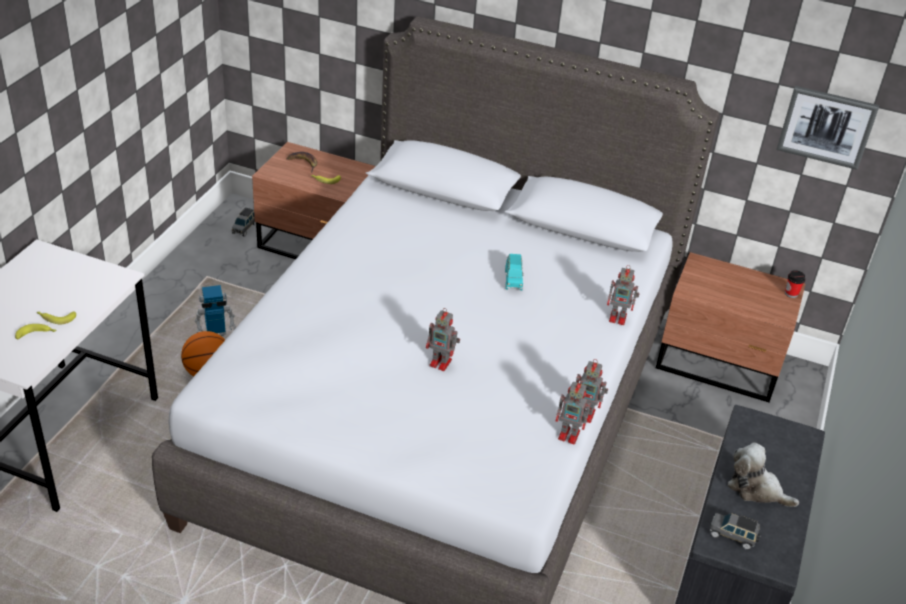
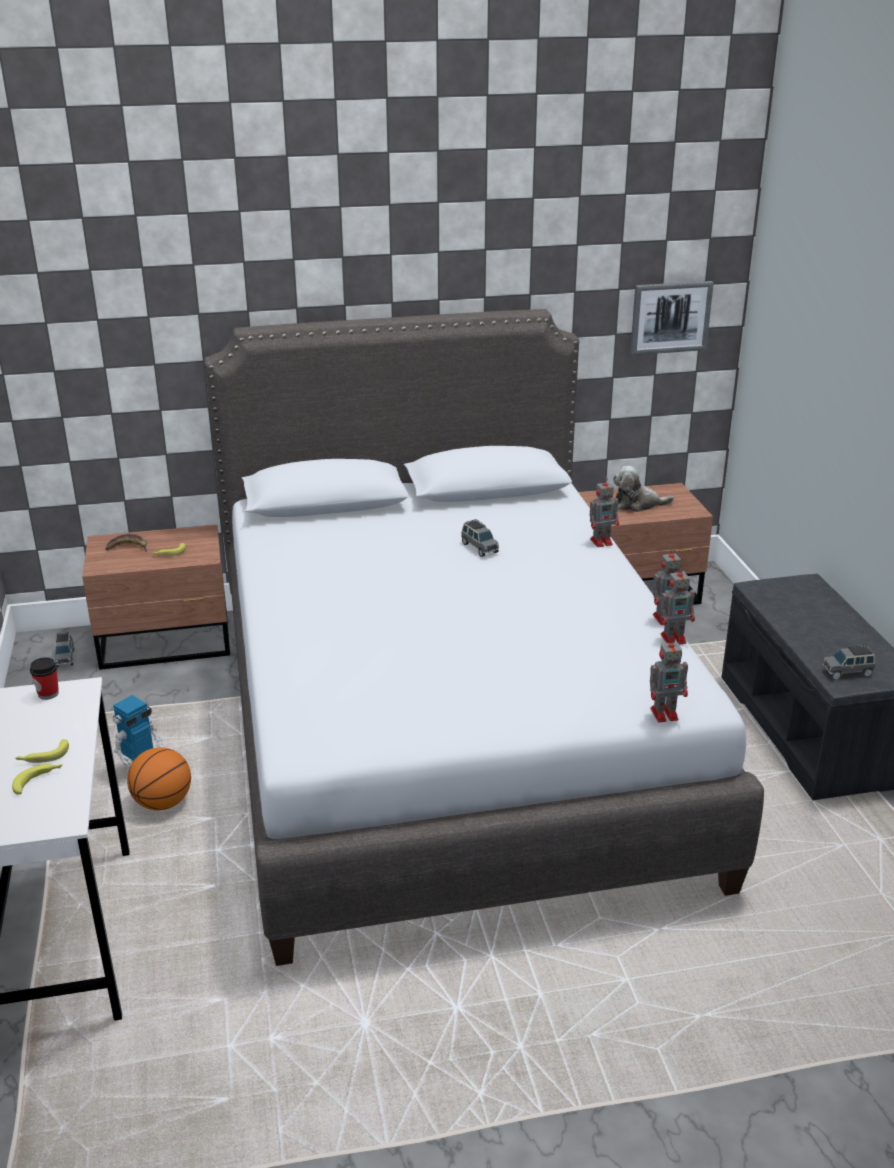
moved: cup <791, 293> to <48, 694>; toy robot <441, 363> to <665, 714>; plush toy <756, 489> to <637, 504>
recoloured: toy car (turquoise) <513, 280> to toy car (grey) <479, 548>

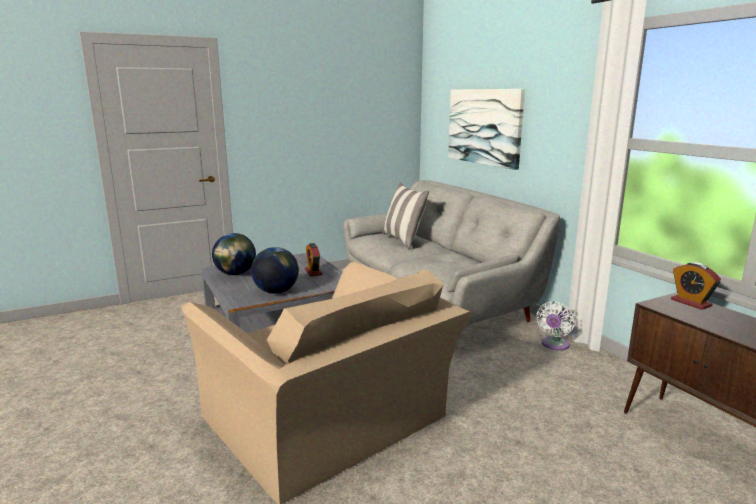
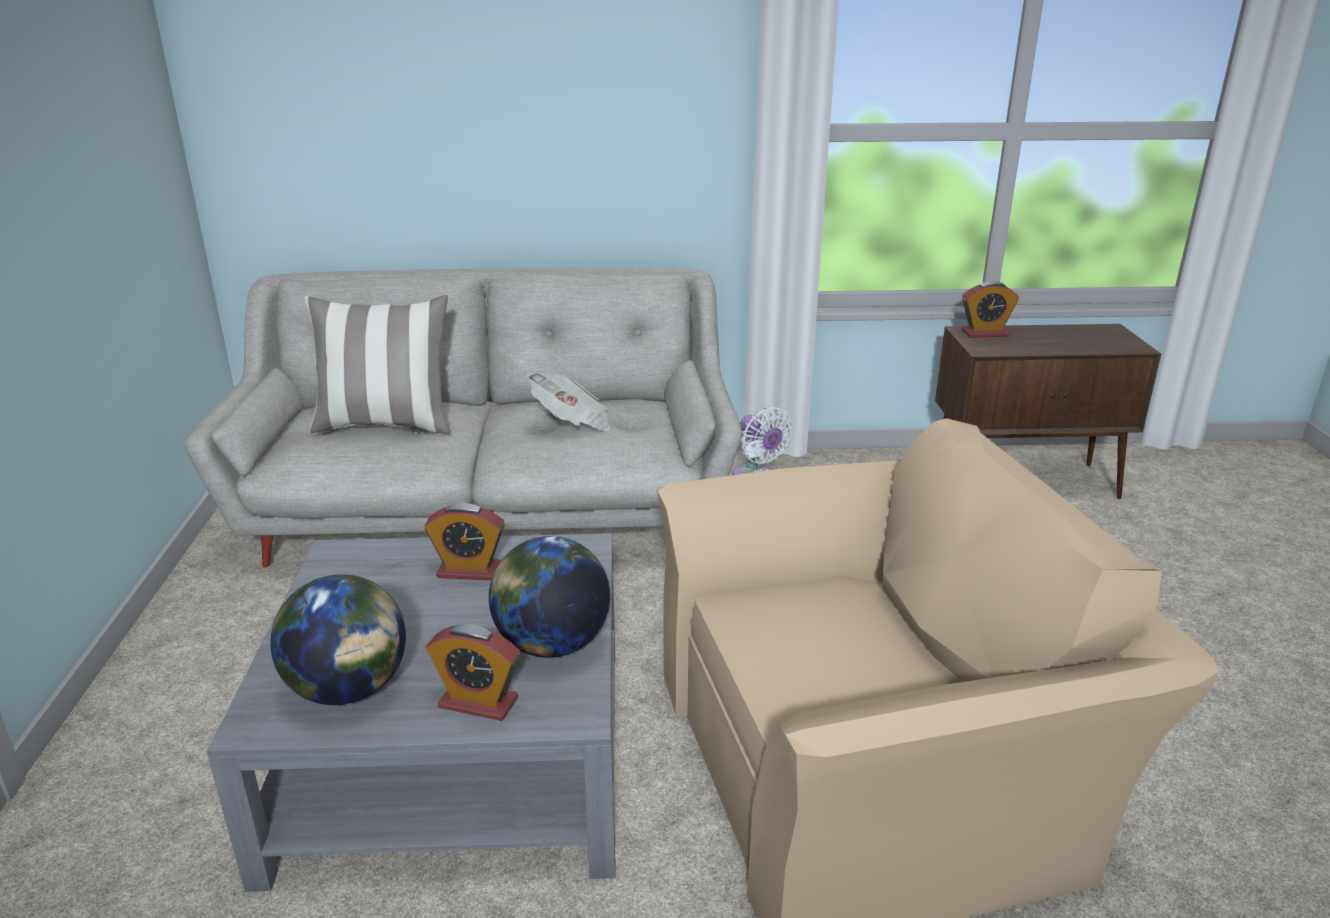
removed: picture <484, 126>
added: newspaper <572, 422>; alarm clock <478, 702>

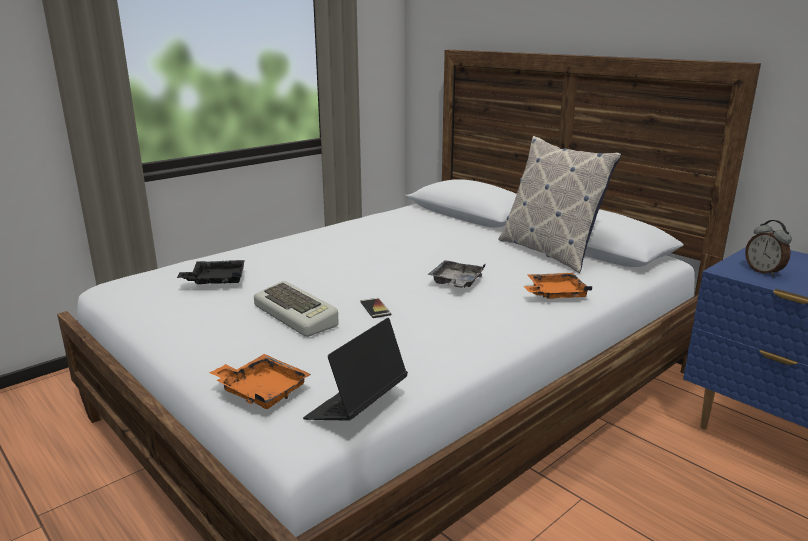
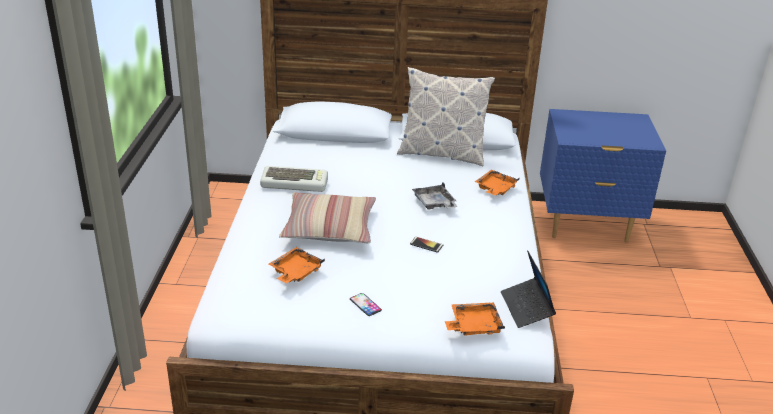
removed: alarm clock <764, 272>
added: pillow <329, 228>; phone <365, 304>
moved: keyboard <298, 315> to <295, 183>
recoloured: tray (black) <216, 280> to tray (orange) <295, 272>

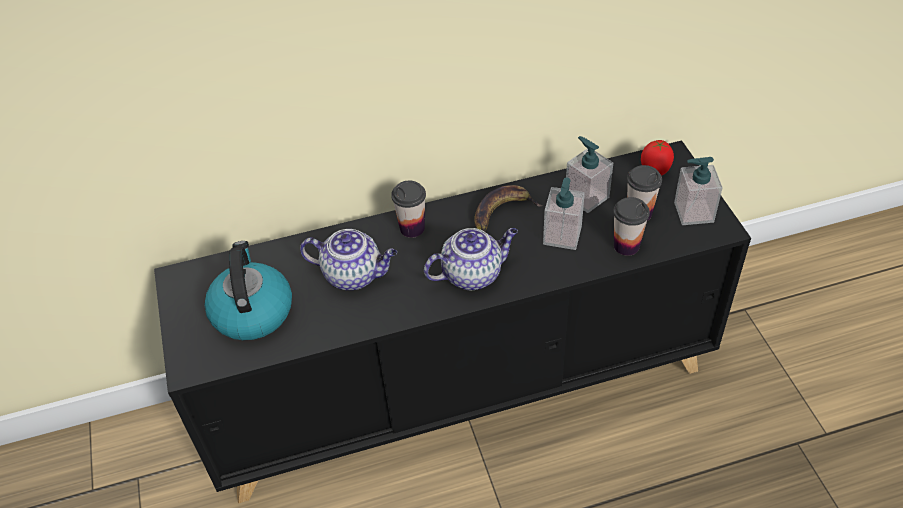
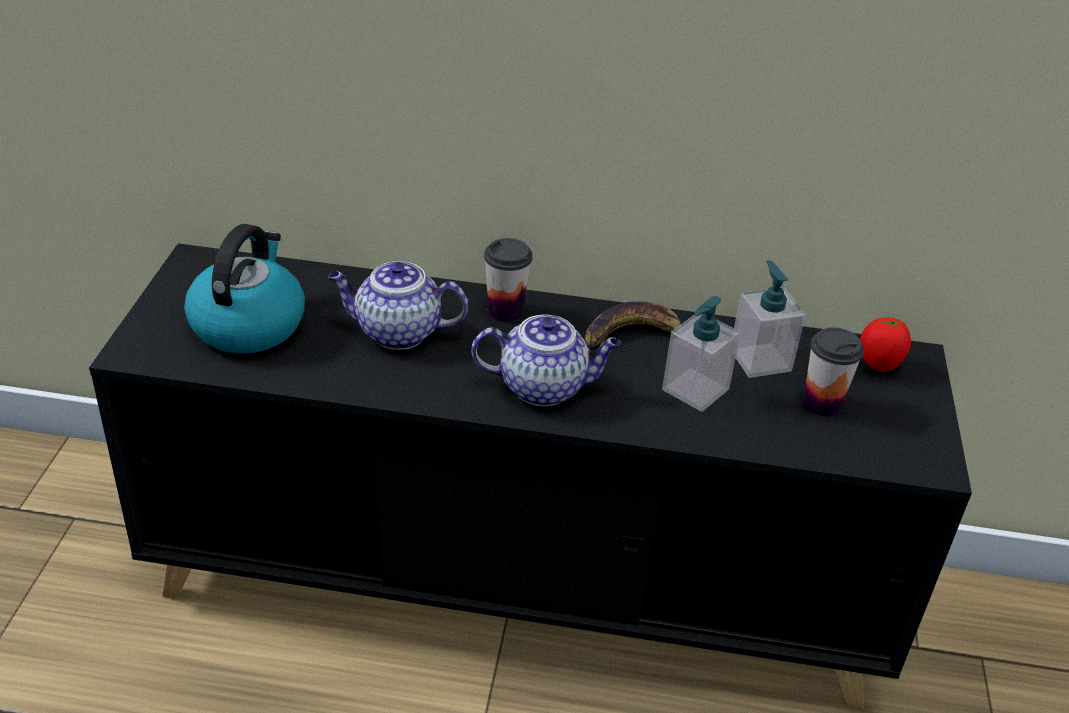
removed: soap dispenser <693, 212>; cup <626, 246>
turned: teapot <354, 275> = <396, 333> 150 degrees clockwise

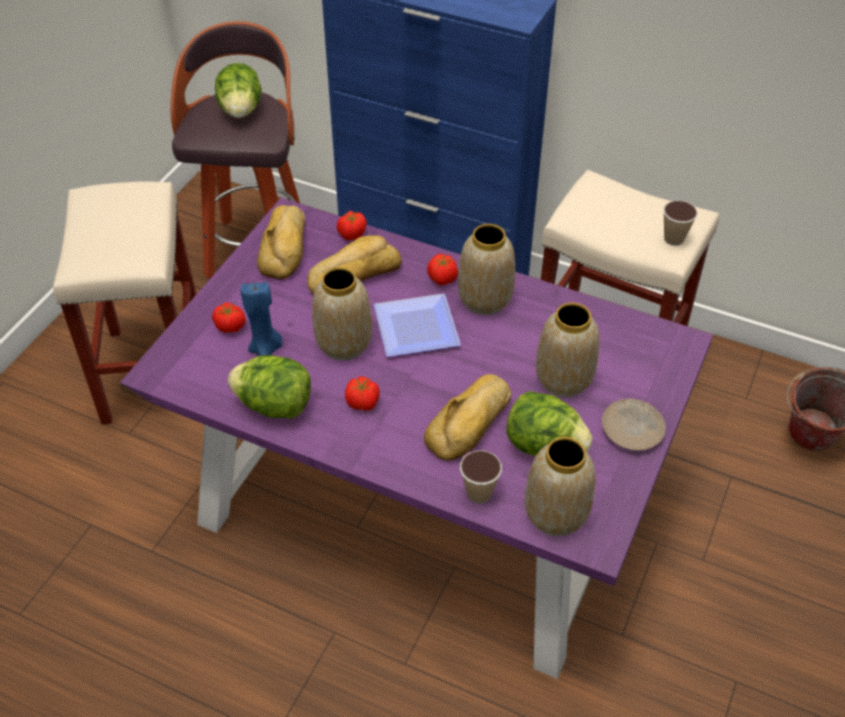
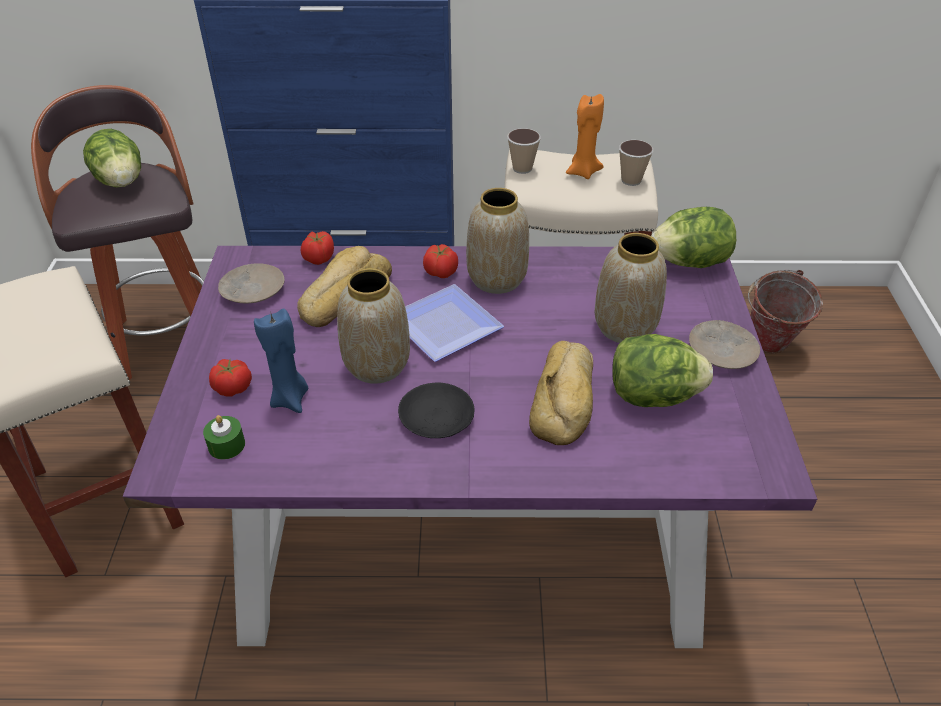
removed: vase <556, 514>
added: candle (orange) <583, 172>; candle (green) <226, 445>
moved: lettuce <274, 405> to <689, 262>; cup <479, 493> to <522, 168>
replaced: bread <286, 247> to plate (beige) <252, 290>; tomato <363, 403> to plate (black) <437, 418>

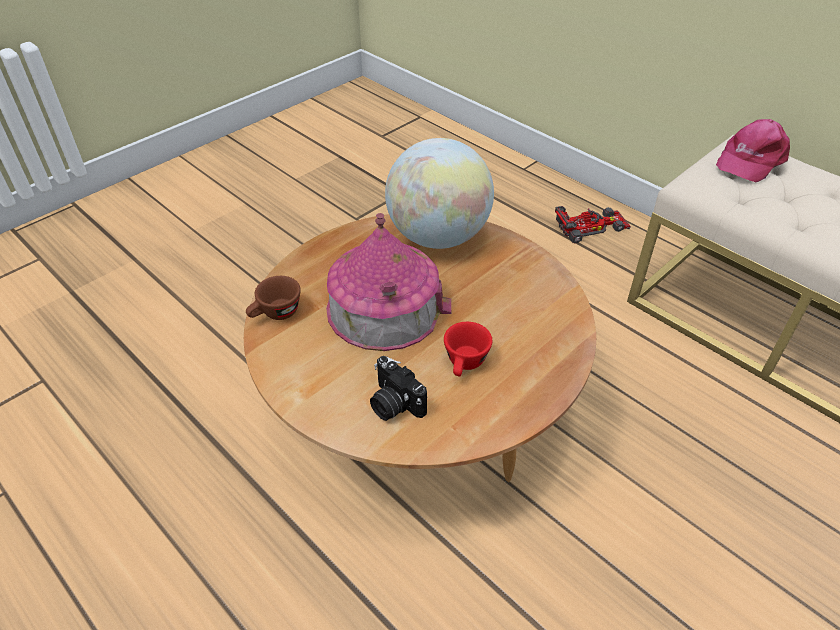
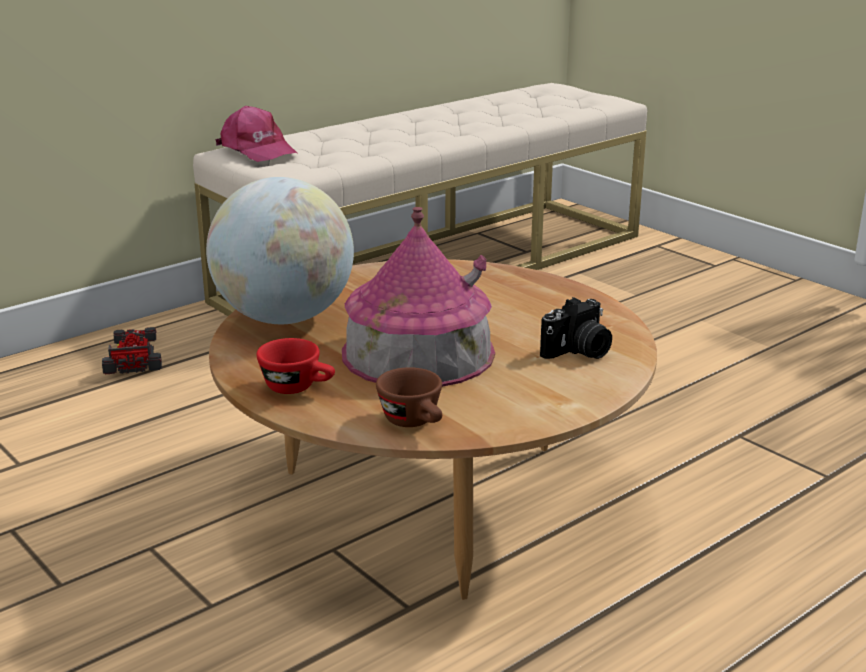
moved: cup (red) <465, 364> to <298, 388>

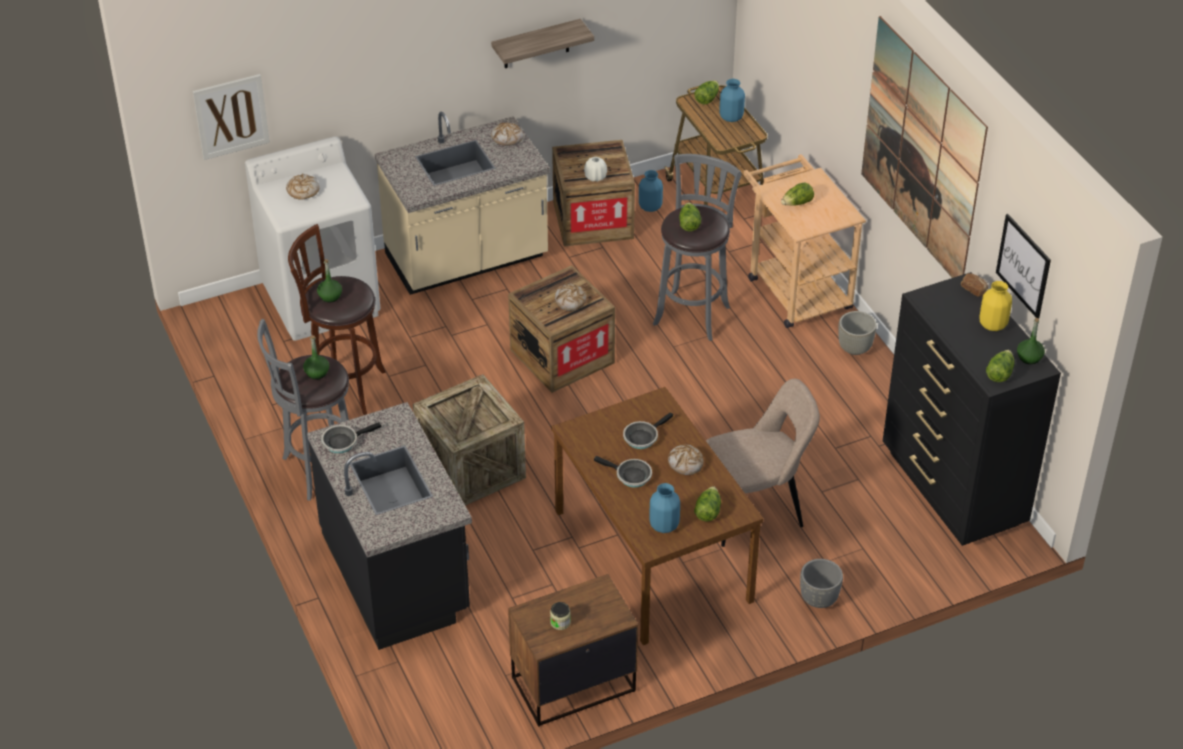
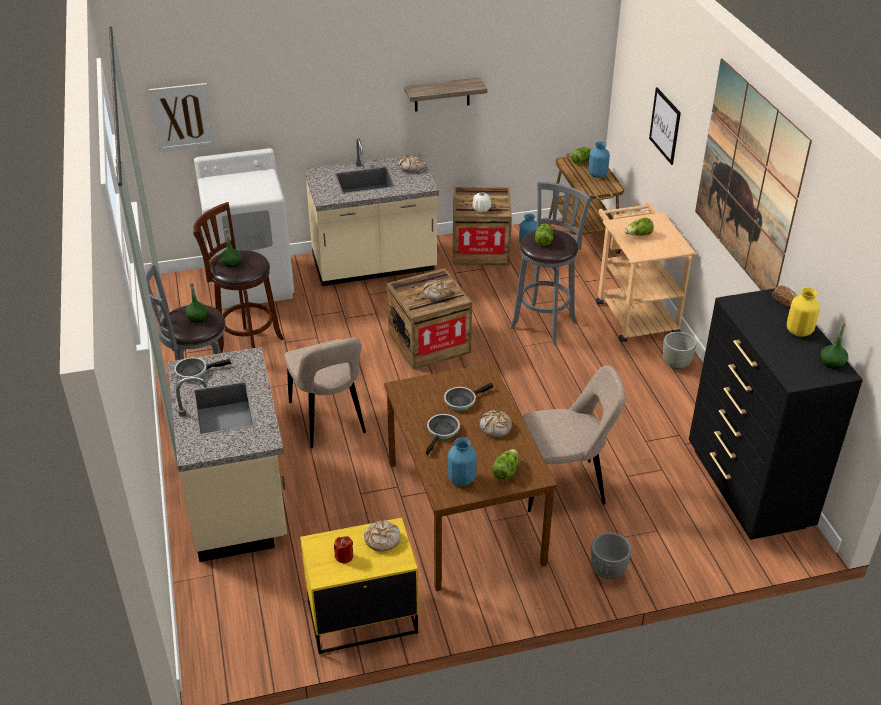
removed: lettuce <999, 373>
moved: bread <302, 191> to <382, 539>; picture <1023, 266> to <665, 125>
replaced: crate <471, 469> to chair (beige) <328, 420>; jar <560, 622> to candle (red) <344, 556>
recoloured: counter (black) <397, 574> to counter (beige) <238, 499>; nightstand (brown) <572, 684> to nightstand (yellow) <361, 618>
turned: frying pan <630, 476> = <442, 432> 105 degrees counterclockwise

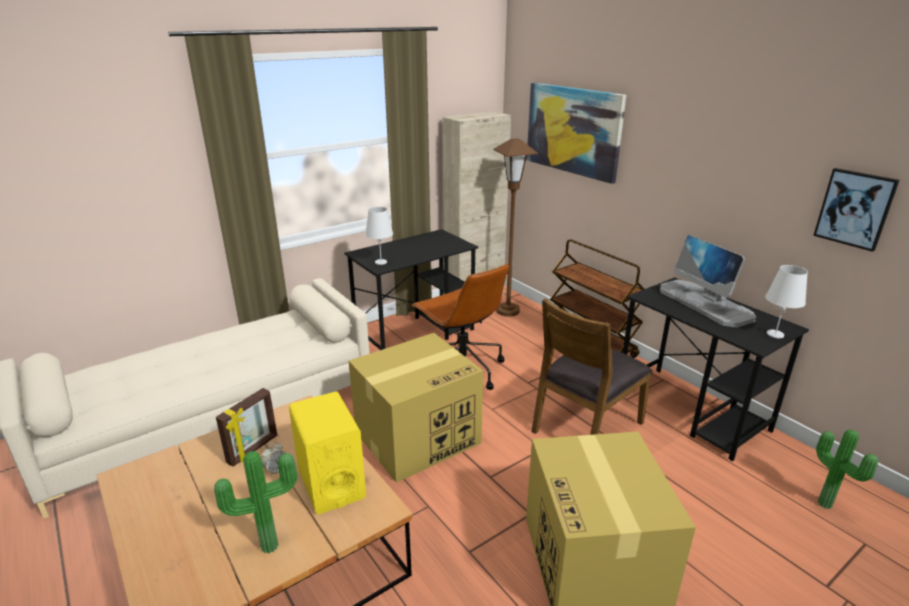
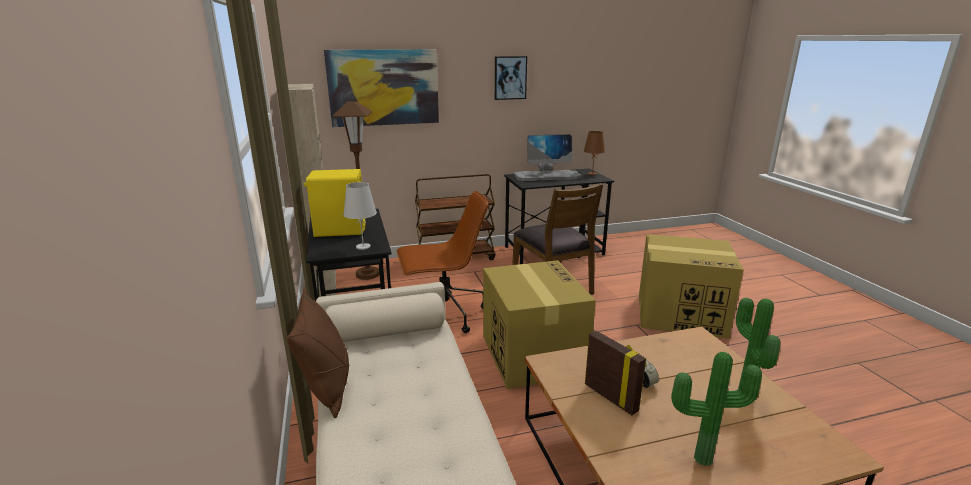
added: pillow (brown) <328, 388>
moved: picture <855, 208> to <510, 78>; speaker (yellow) <331, 483> to <340, 230>; potted plant <826, 503> to <701, 456>
recoloured: table lamp (white) <775, 334> to table lamp (brown) <592, 174>

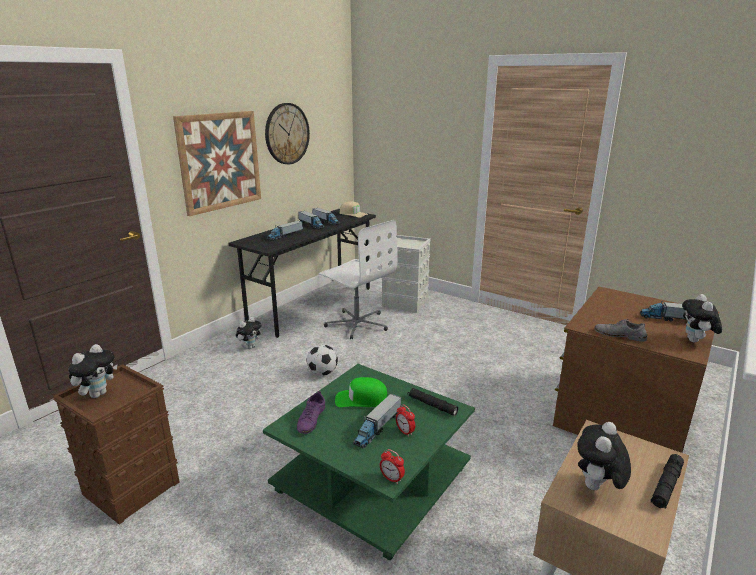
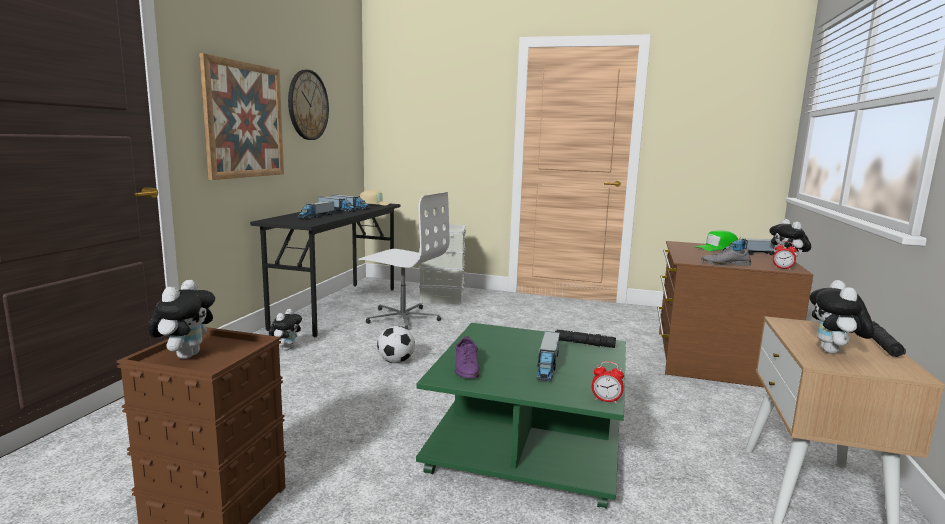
moved: cap (green) <361, 399> to <717, 248>; alarm clock <405, 432> to <782, 268>

